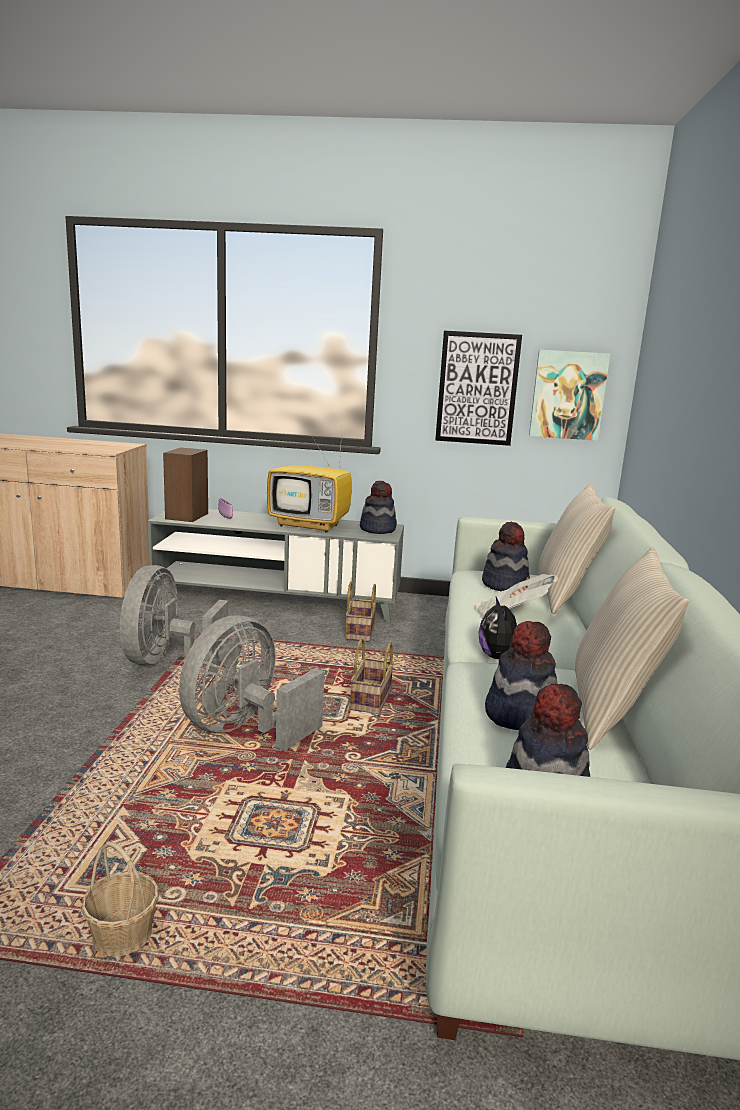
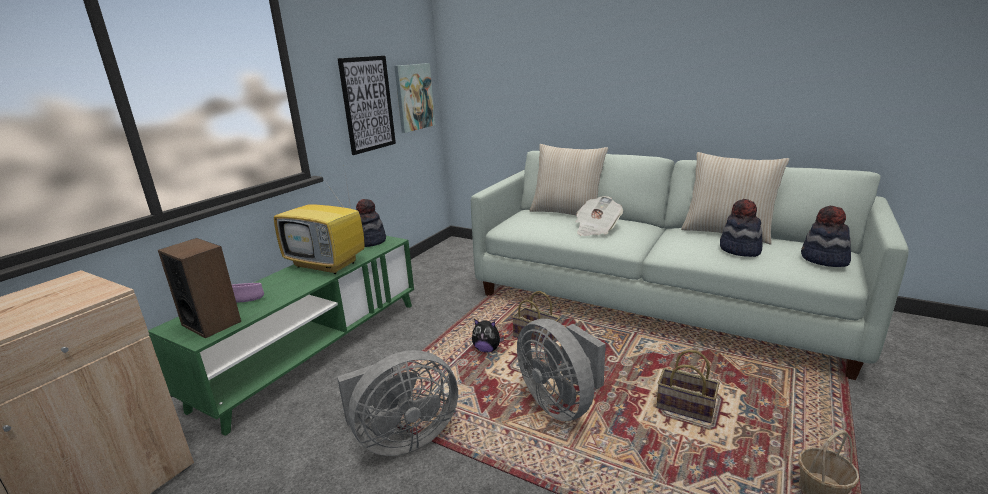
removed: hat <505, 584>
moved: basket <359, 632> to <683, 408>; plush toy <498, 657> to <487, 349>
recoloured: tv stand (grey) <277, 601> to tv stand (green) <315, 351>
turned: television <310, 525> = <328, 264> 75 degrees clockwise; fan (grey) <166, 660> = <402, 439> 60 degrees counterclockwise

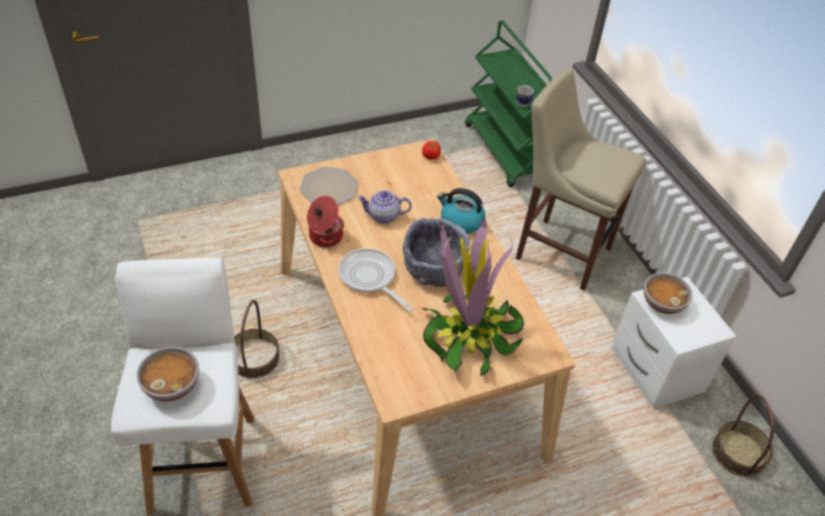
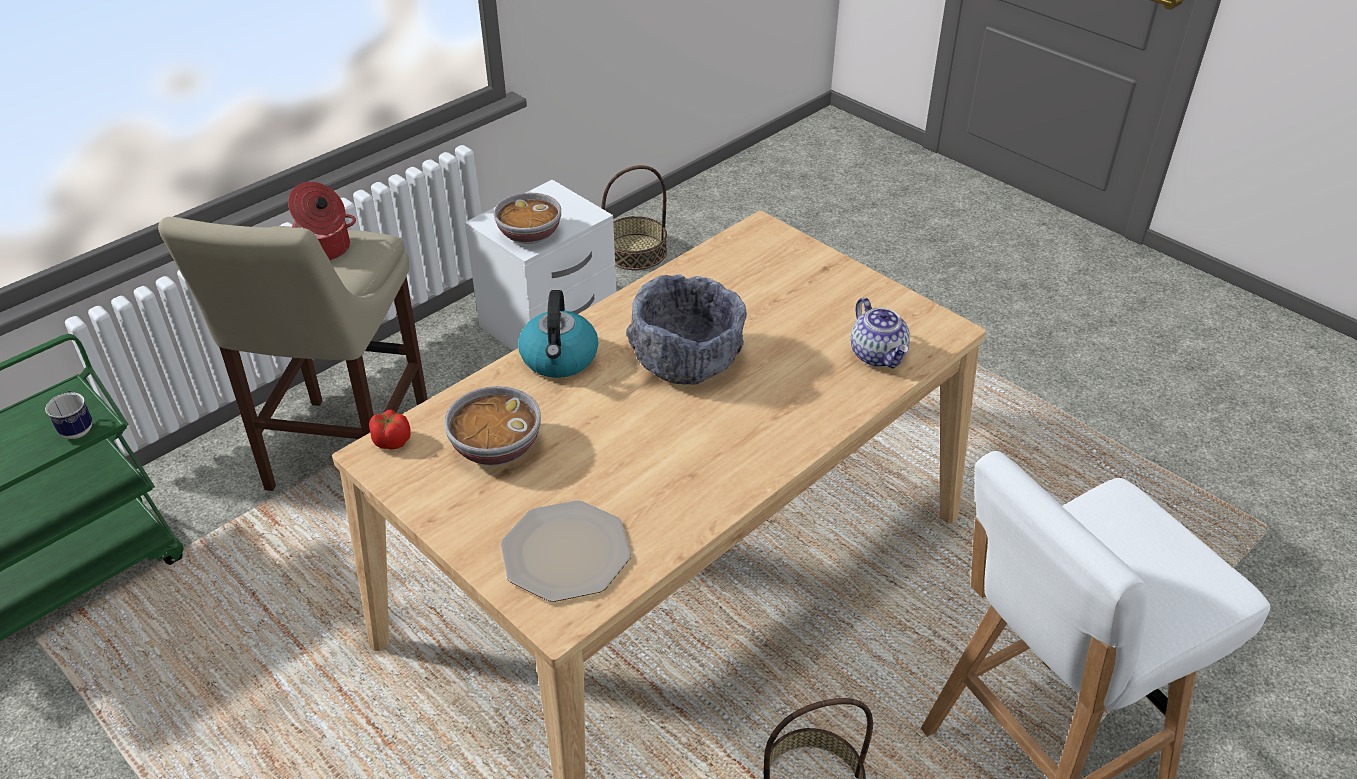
removed: potted plant <468, 334>; frying pan <370, 278>
moved: teapot <383, 216> to <878, 355>; cooking pot <324, 236> to <325, 249>; bowl <172, 385> to <495, 447>

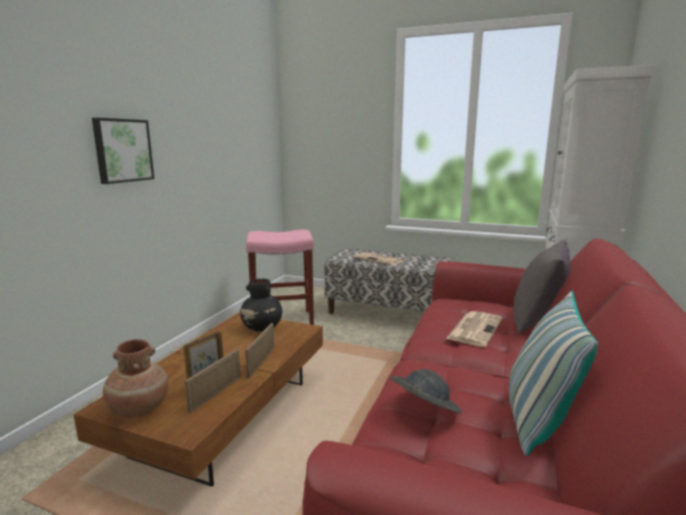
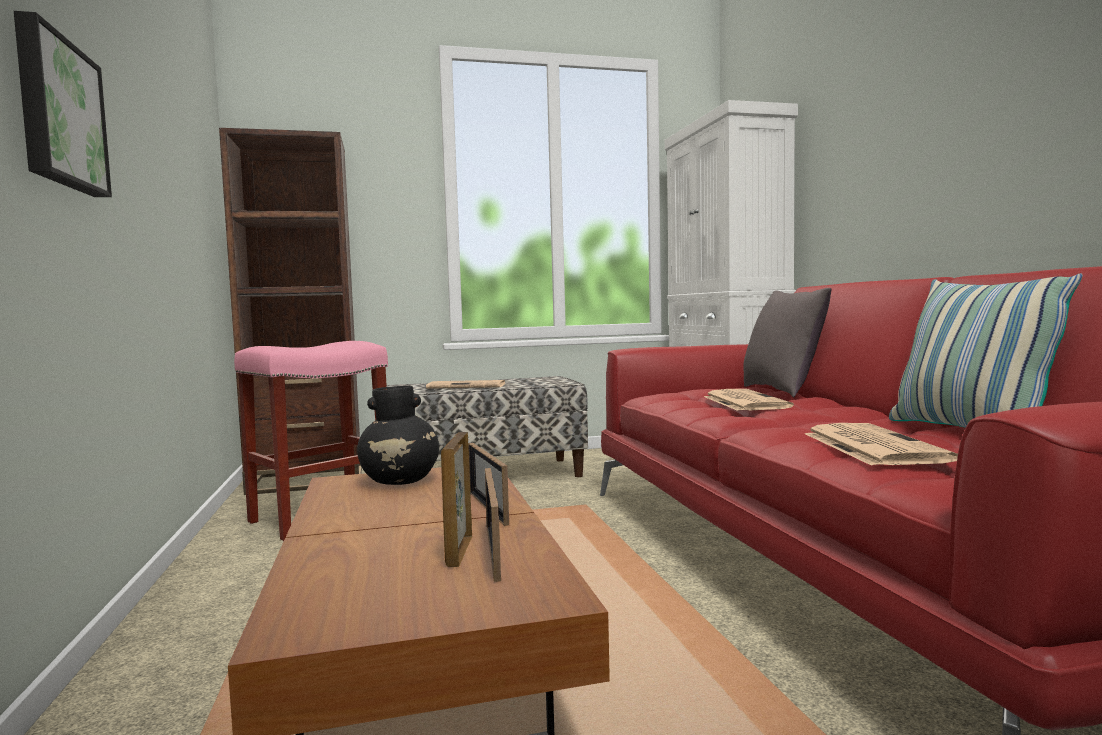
removed: vase (brown) <139, 408>
added: bookcase (brown) <307, 481>
replaced: hat (grey) <423, 409> to newspaper <870, 446>

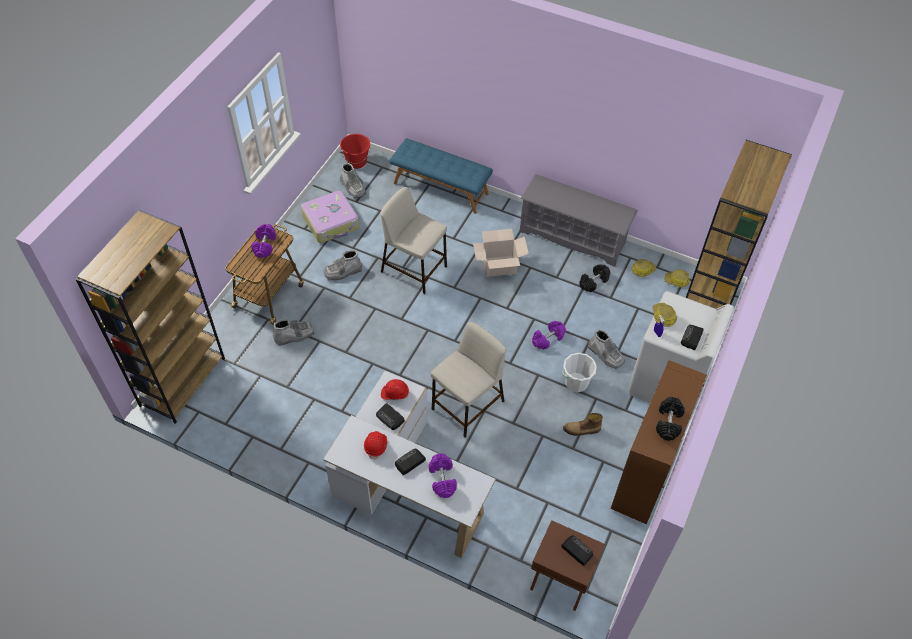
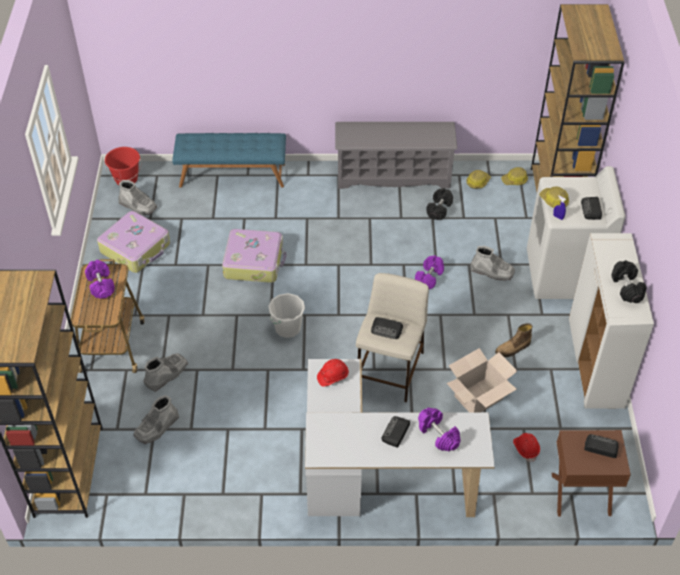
moved: cardboard box <499, 265> to <478, 397>; boot (grey) <343, 271> to <157, 427>; bucket (white) <576, 382> to <287, 328>; radio <390, 418> to <387, 330>; hard hat (red) <376, 446> to <526, 449>
replaced: stool (beige) <415, 269> to suitcase <254, 262>
recoloured: cabinet (brown) <646, 474> to cabinet (white) <596, 364>

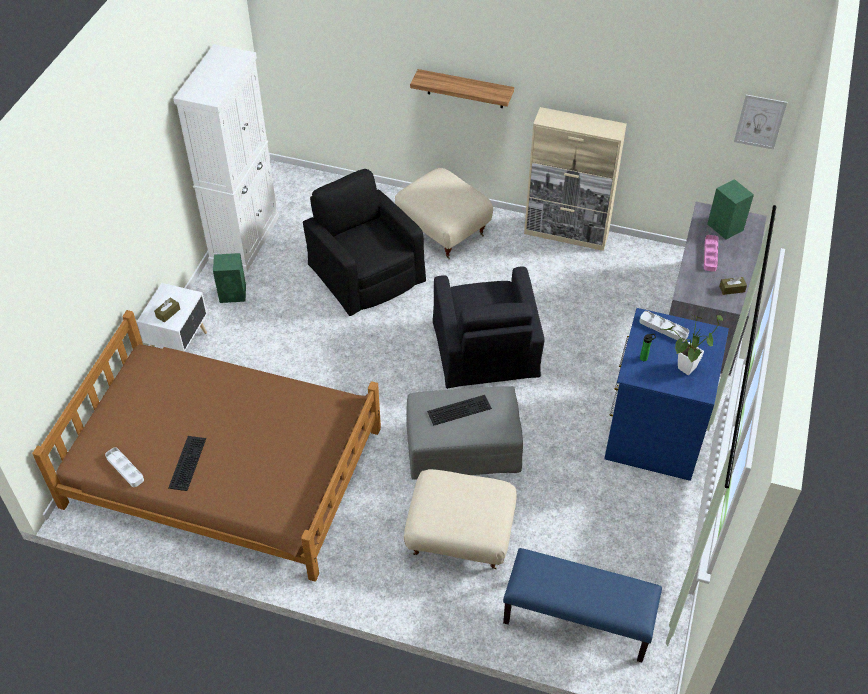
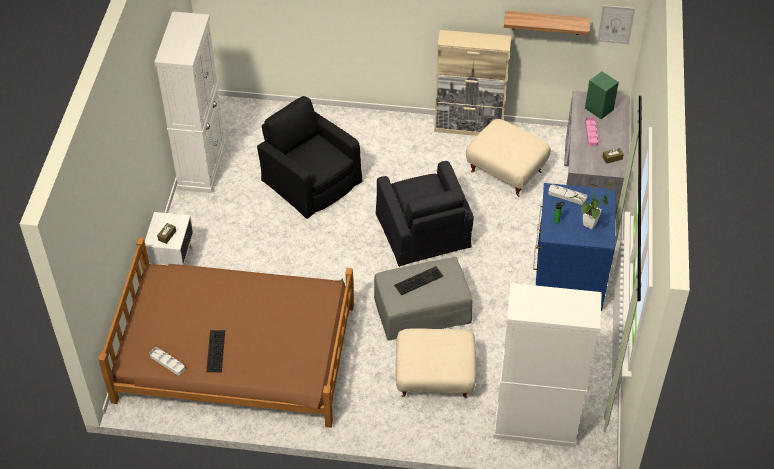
removed: speaker (green) <233, 293>
moved: shelf <465, 89> to <546, 22>; ottoman (beige) <444, 230> to <506, 171>
replaced: bench (blue) <576, 620> to cabinet (white) <535, 425>

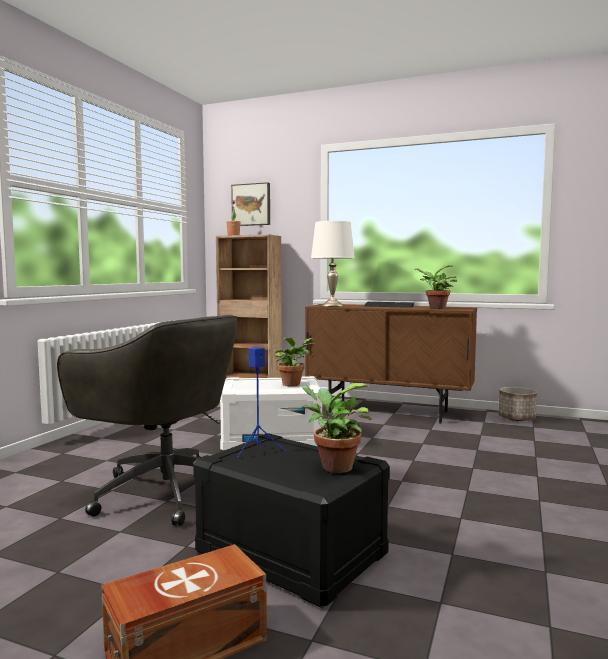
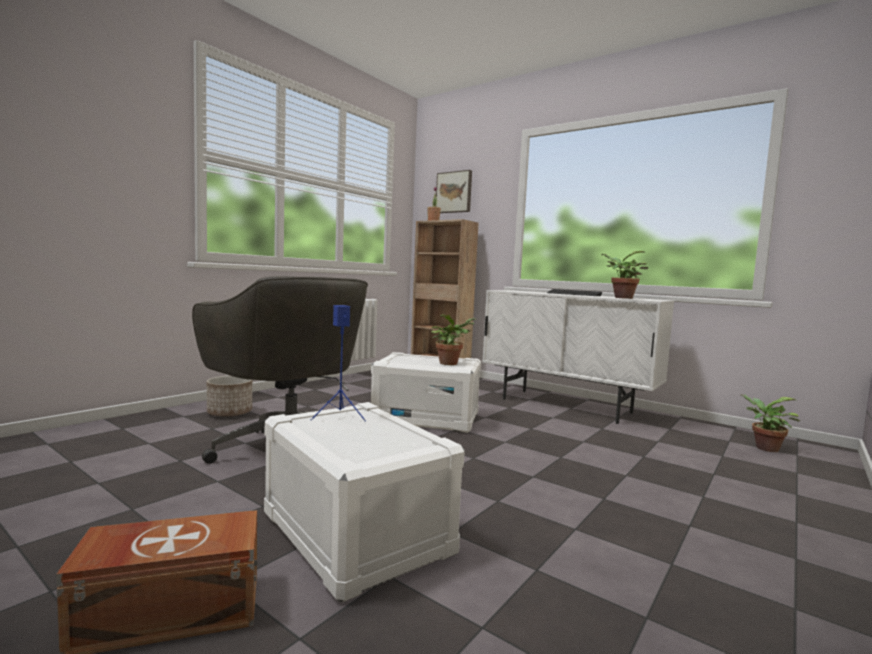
removed: table lamp (white) <332, 305>
moved: potted plant <332, 467> to <764, 448>; planter <517, 418> to <230, 413>
recoloured: cabinet (brown) <388, 412> to cabinet (white) <566, 406>; storage box (black) <289, 554> to storage box (white) <354, 533>

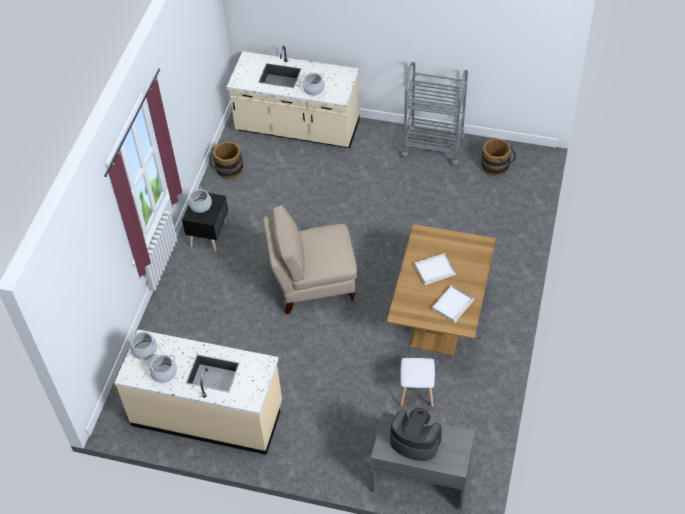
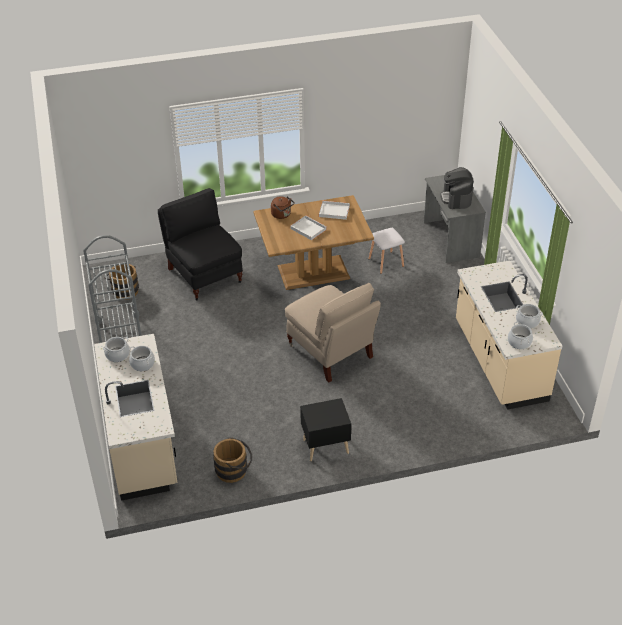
added: chair (black) <204, 275>; kettle (brown) <282, 215>
moved: cooking pot <200, 205> to <117, 355>

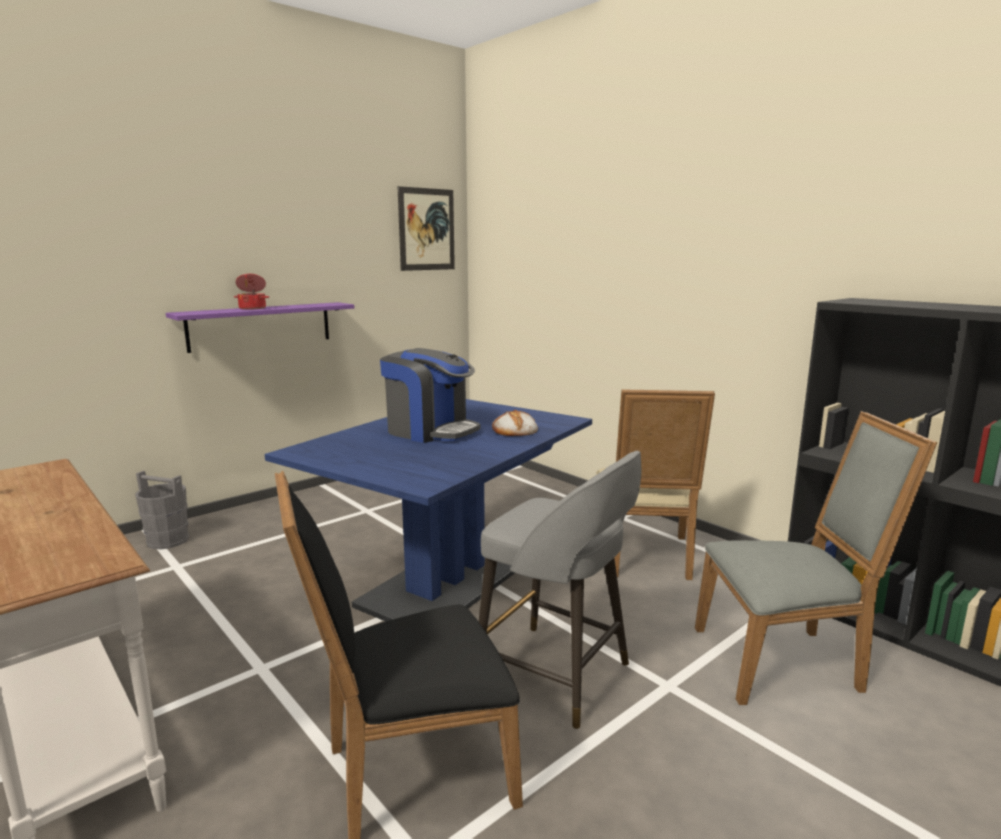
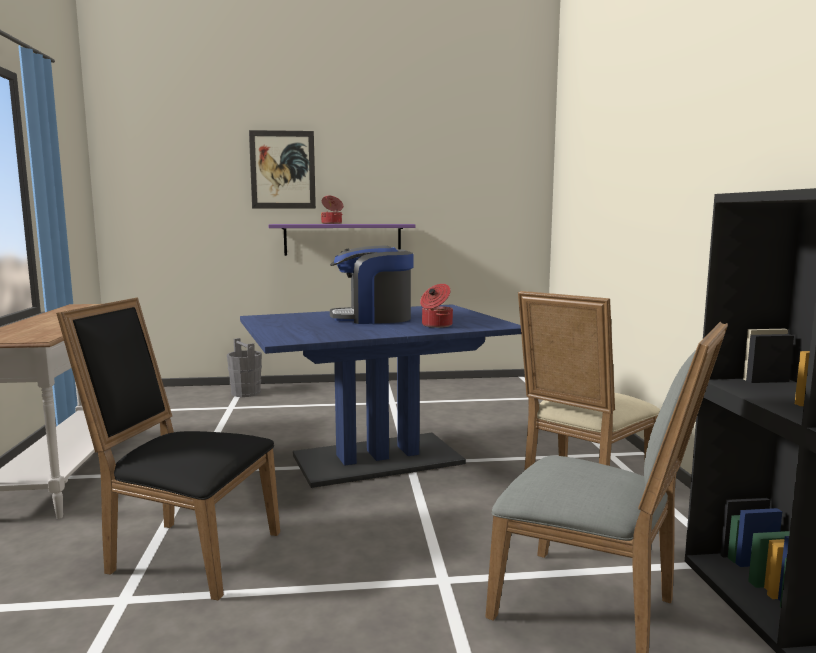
removed: stool (grey) <557, 675>
moved: picture <426, 229> to <282, 170>
replaced: bread <514, 430> to cooking pot <436, 325>
turned: coffee machine <430, 431> = <373, 318> 105 degrees clockwise

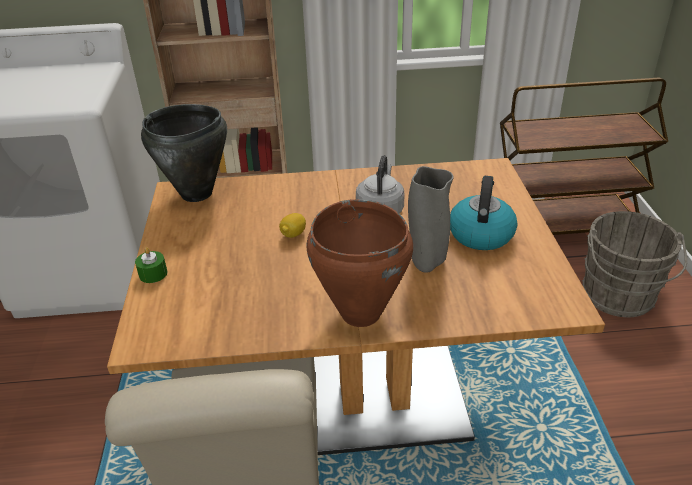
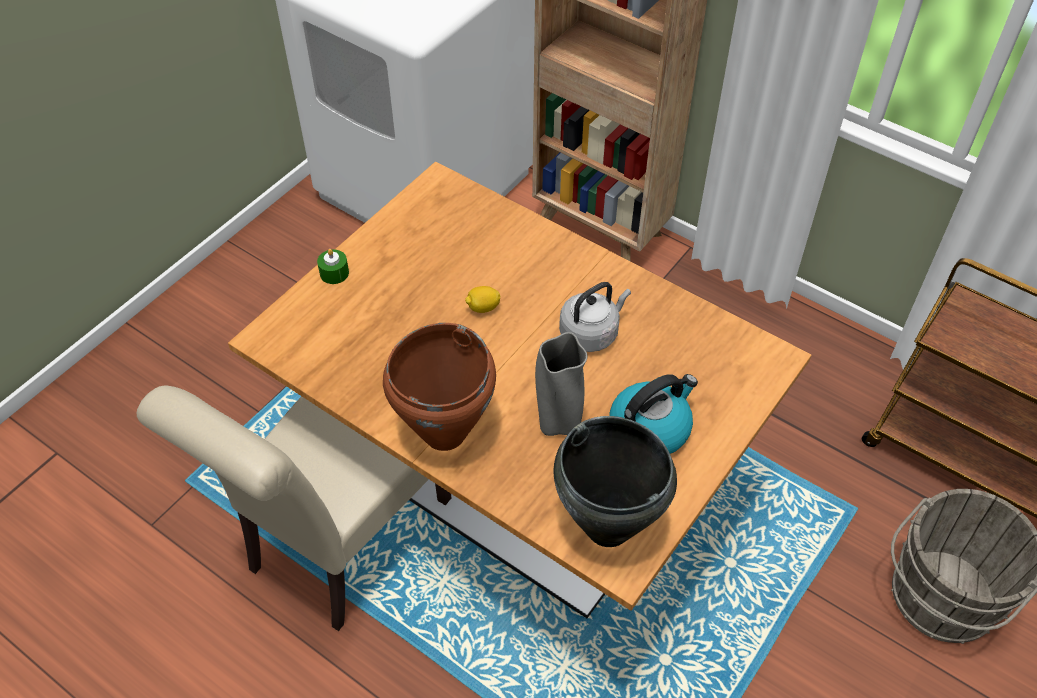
moved: cooking pot (black) <197, 194> to <607, 528>

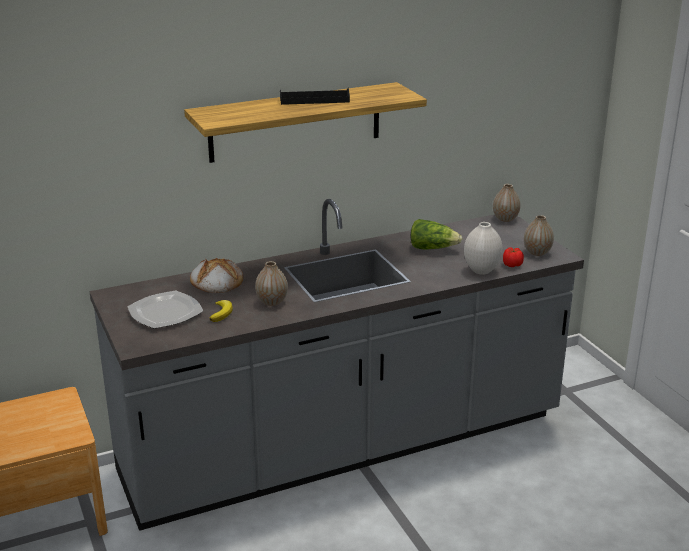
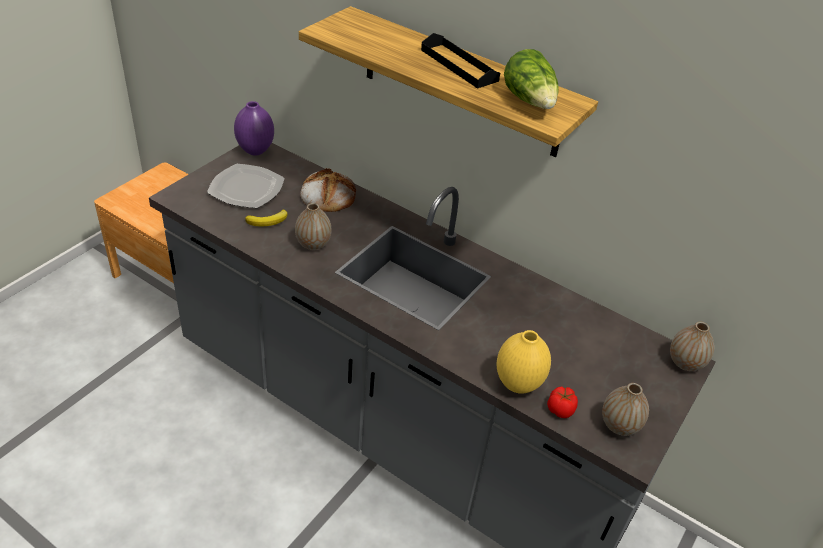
added: vase (purple) <255, 150>
moved: lettuce <432, 248> to <530, 101>
recoloured: vase (white) <482, 270> to vase (yellow) <518, 384>

